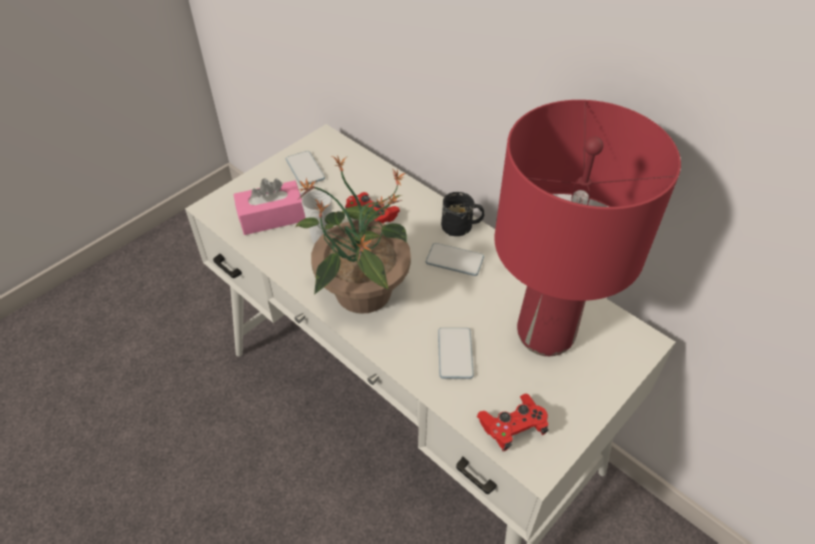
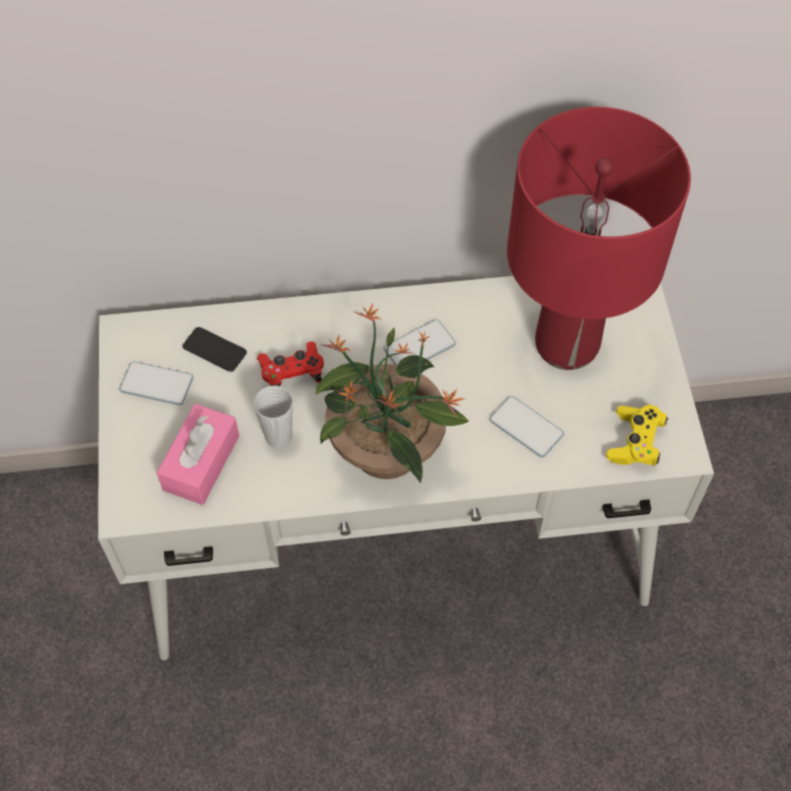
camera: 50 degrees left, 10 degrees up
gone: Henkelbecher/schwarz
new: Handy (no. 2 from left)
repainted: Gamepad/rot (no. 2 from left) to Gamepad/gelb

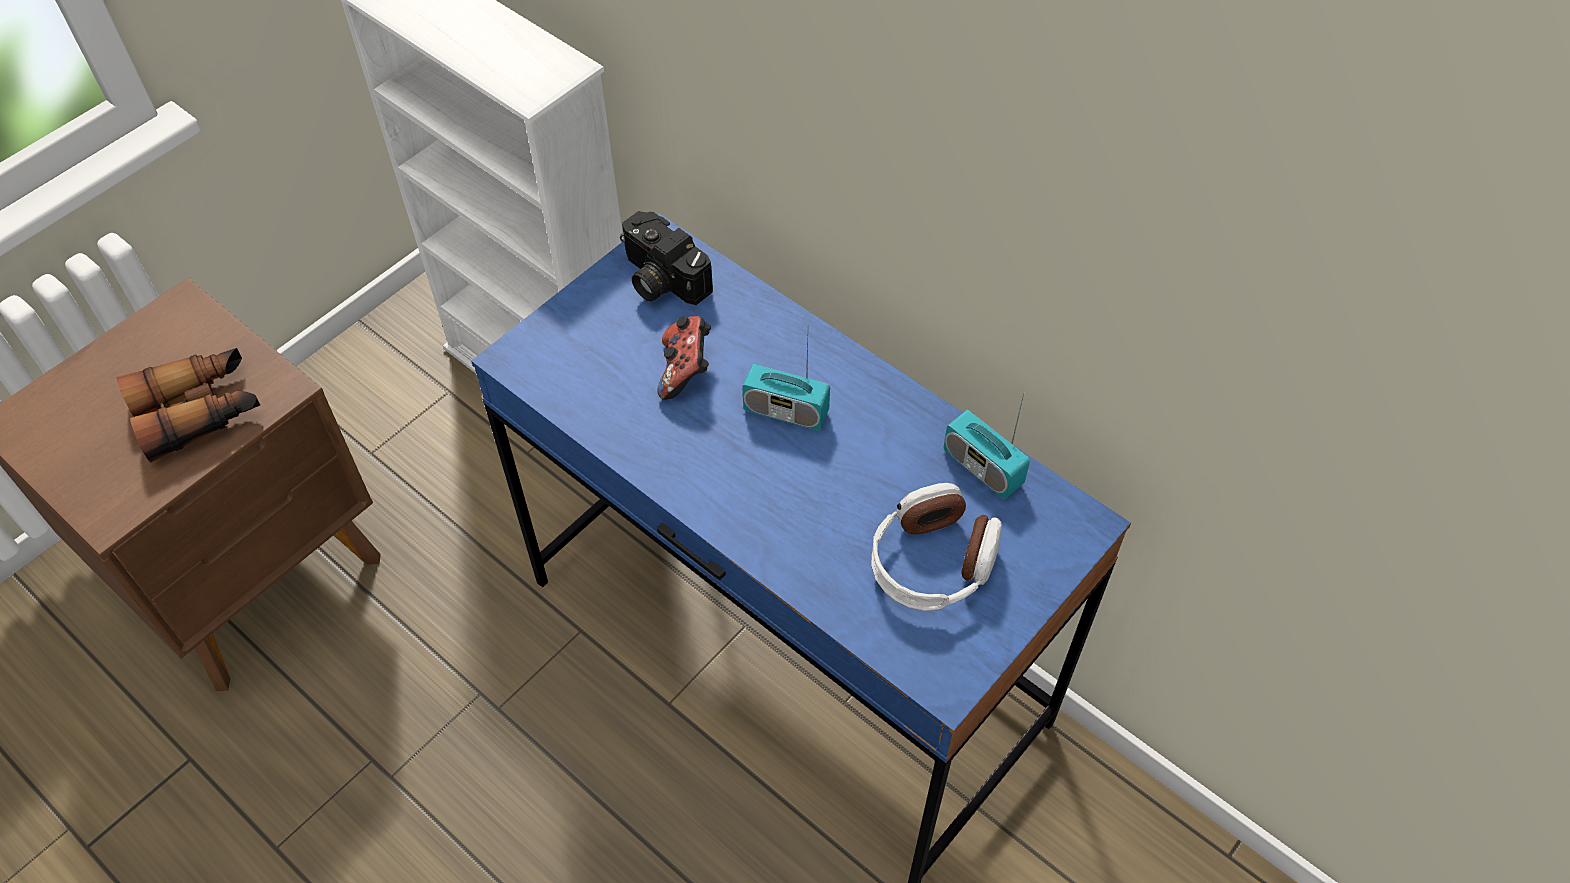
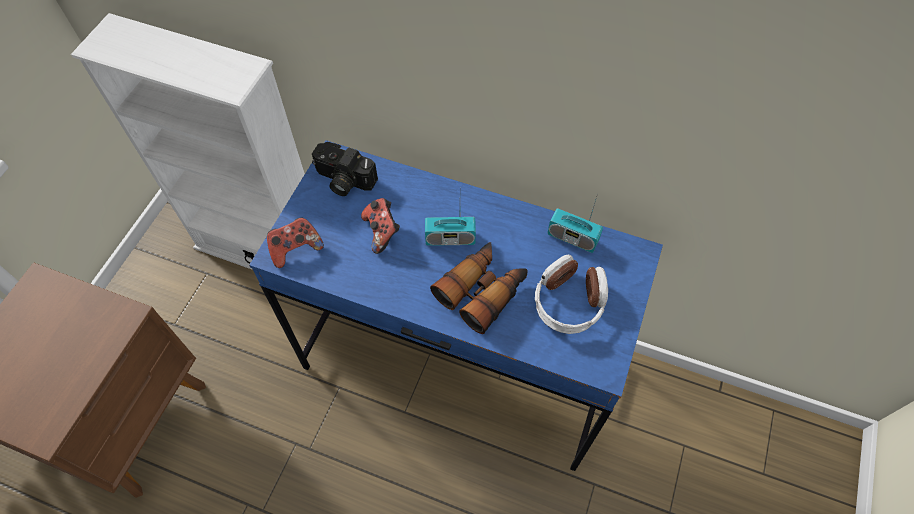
camera: 20 degrees left, 5 degrees up
new: Gamepad (no. 1 from left)
shifted: Fernglas

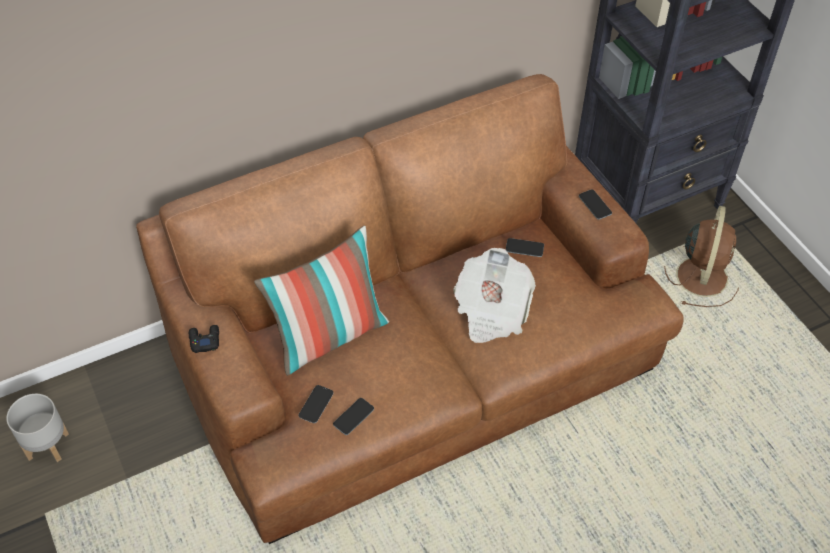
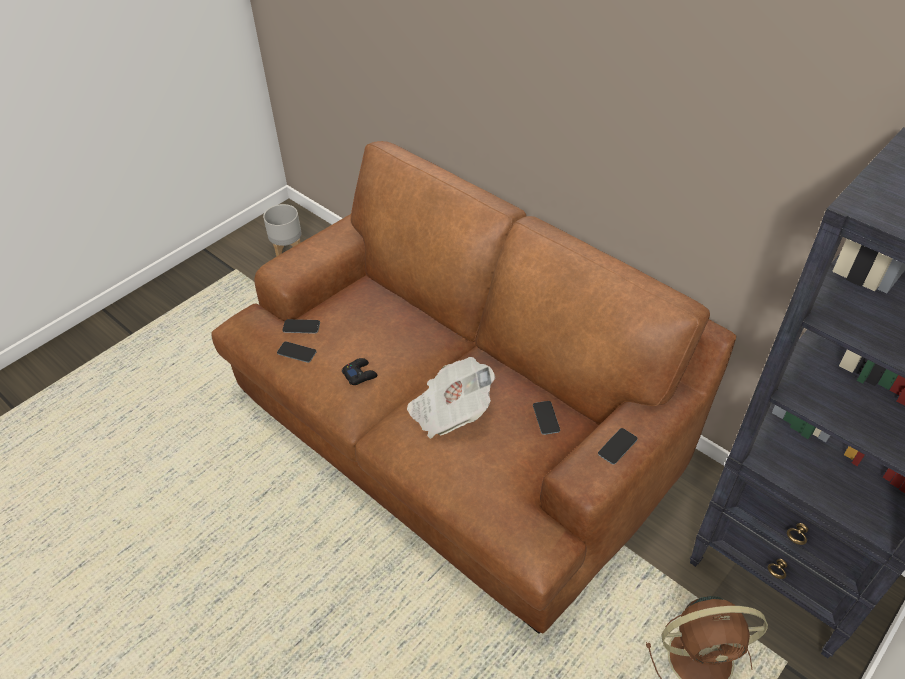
camera: 70 degrees right, 5 degrees down
gone: Kissen
shifted: Gamepad/schwarz

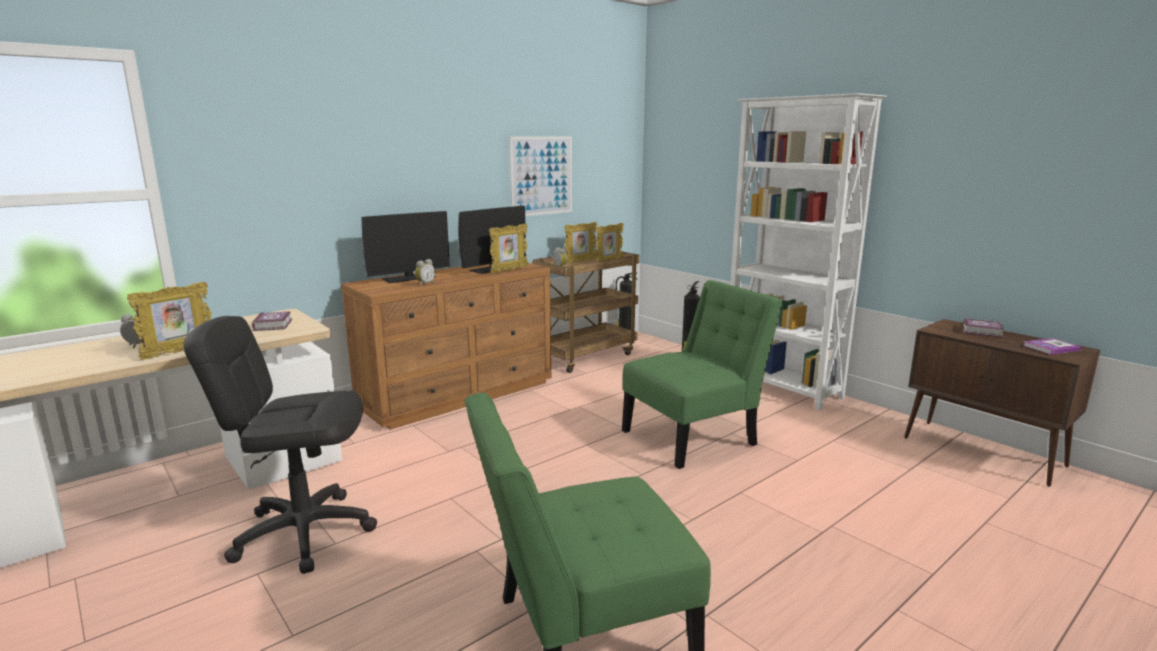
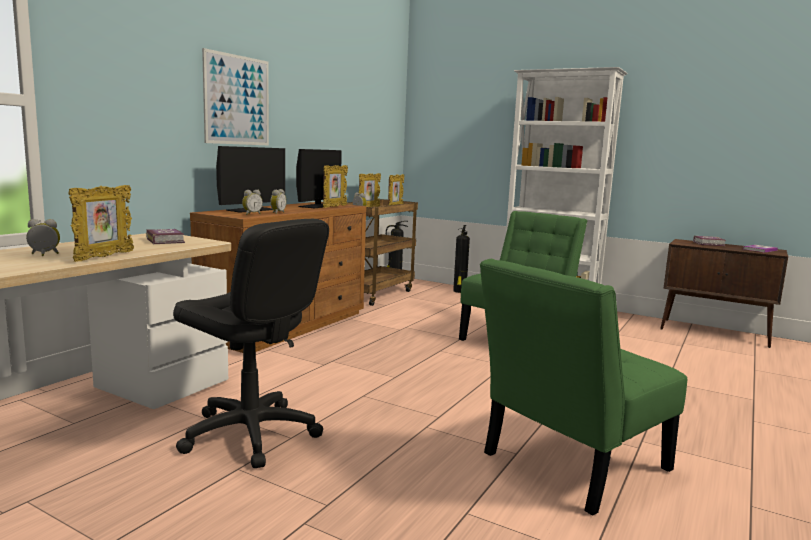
camera: 20 degrees left, 5 degrees down
new: Wecker (no. 2 from left)
shifted: Bild
rotated: Bürostuhl/schwarz 120 degrees counterclockwise

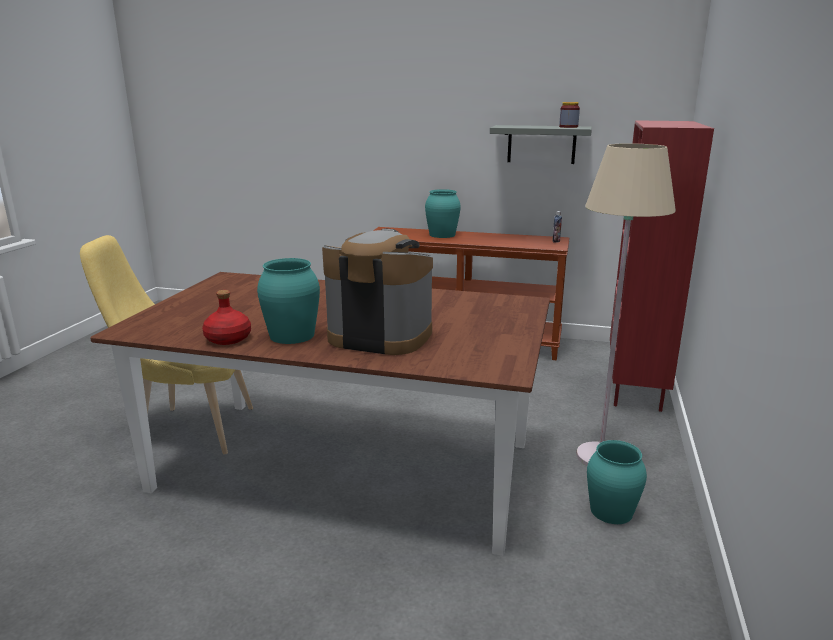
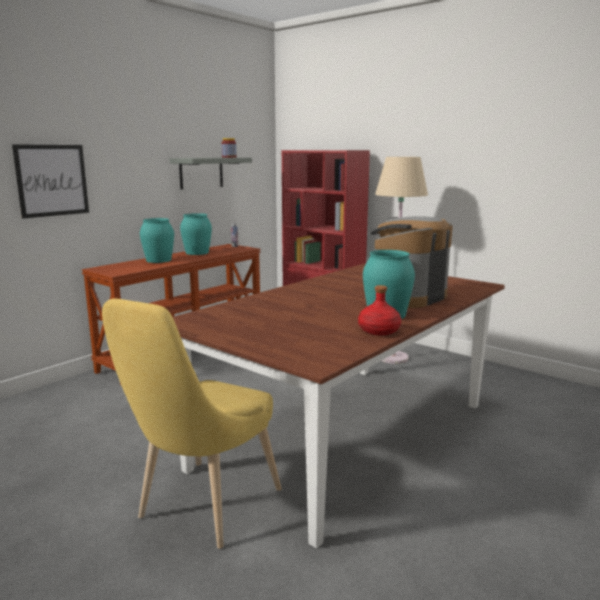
camera: 65 degrees left, 5 degrees down
new: Bild
shifted: Vase/türkis (no. 3 from left in the first image) to Vase/türkis (no. 2 from left)

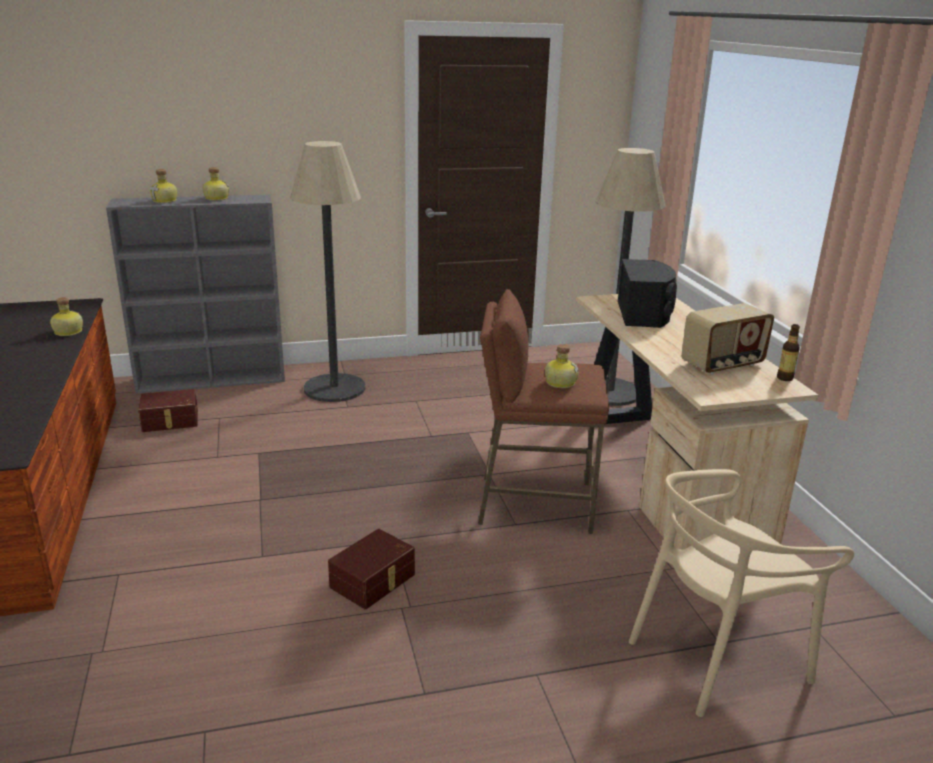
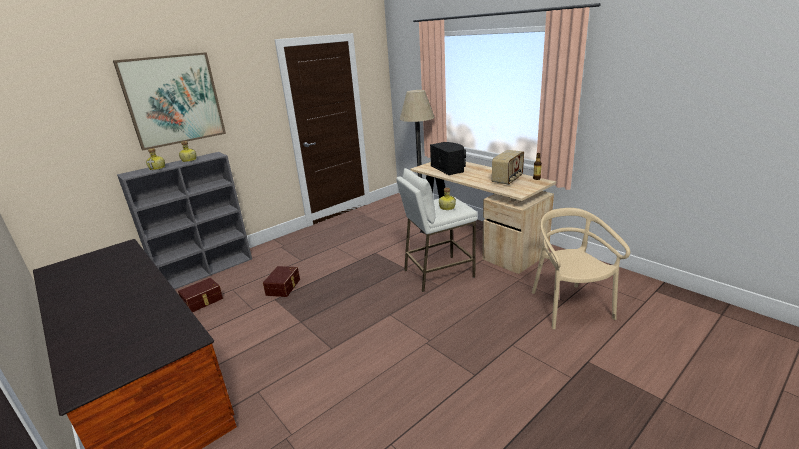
camera: 25 degrees left, 0 degrees up
gone: Flasche (no. 1 from left); Stehlampe (no. 1 from left)
new: Bild
shifted: Aufbewahrungsbox/braun (no. 2 from left)
repainted: Hocker/braun to Hocker/weiß
rotated: Stuhl/beige 135 degrees clockwise

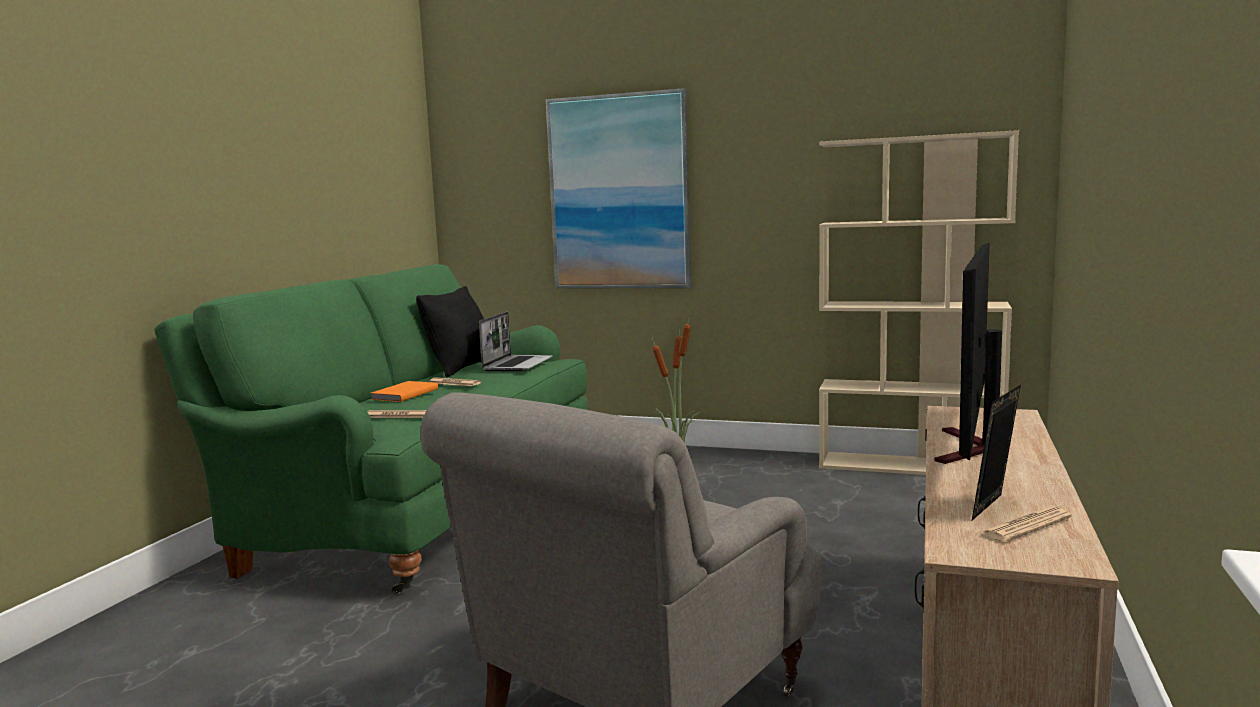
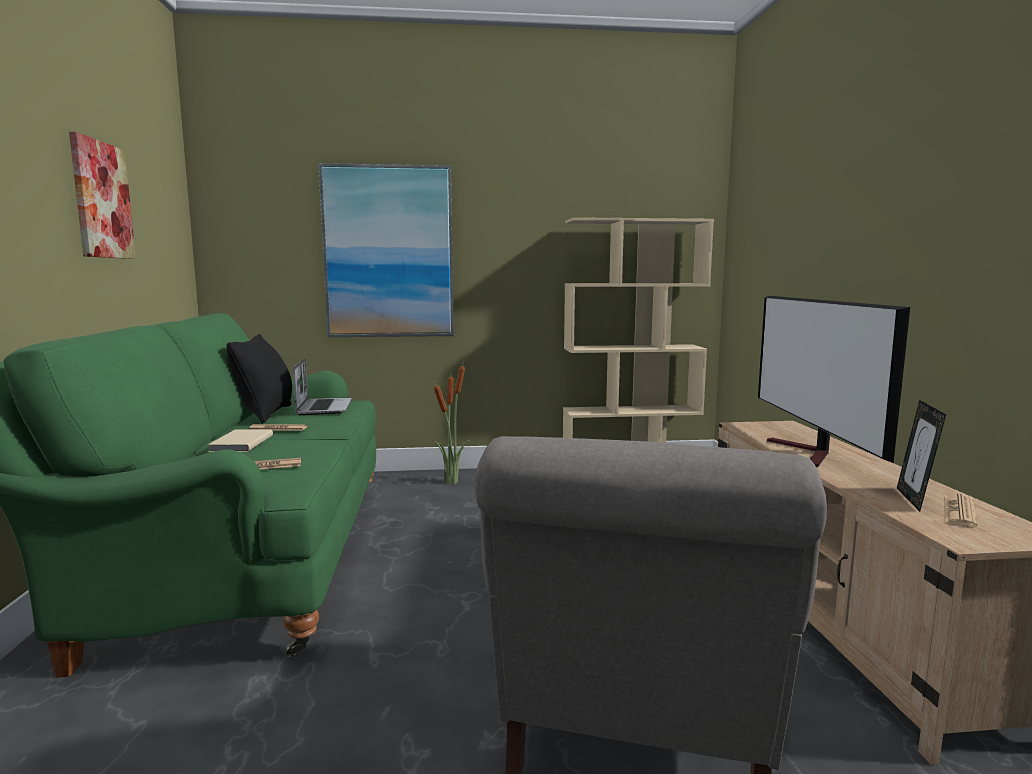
camera: 25 degrees left, 0 degrees up
new: Bild (no. 1 from left)
repainted: Buch/orange to Buch/beige

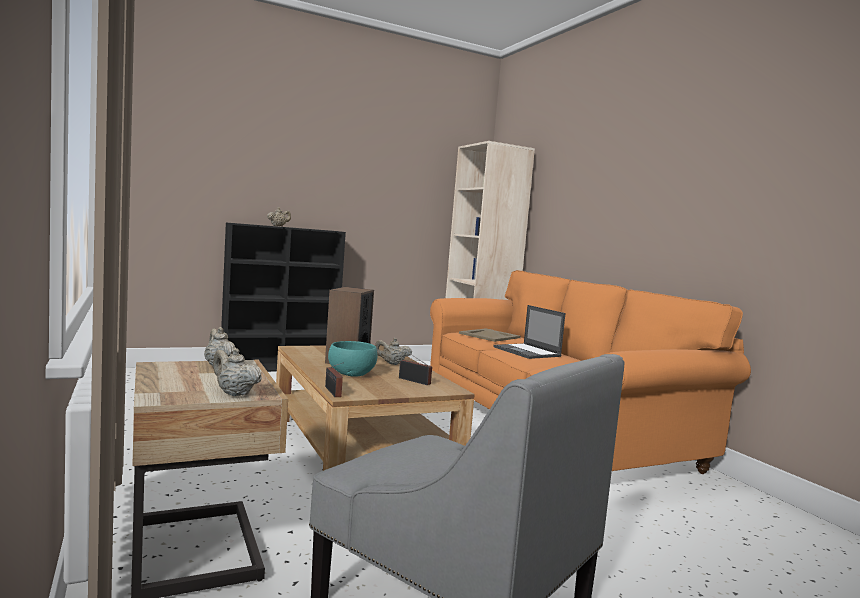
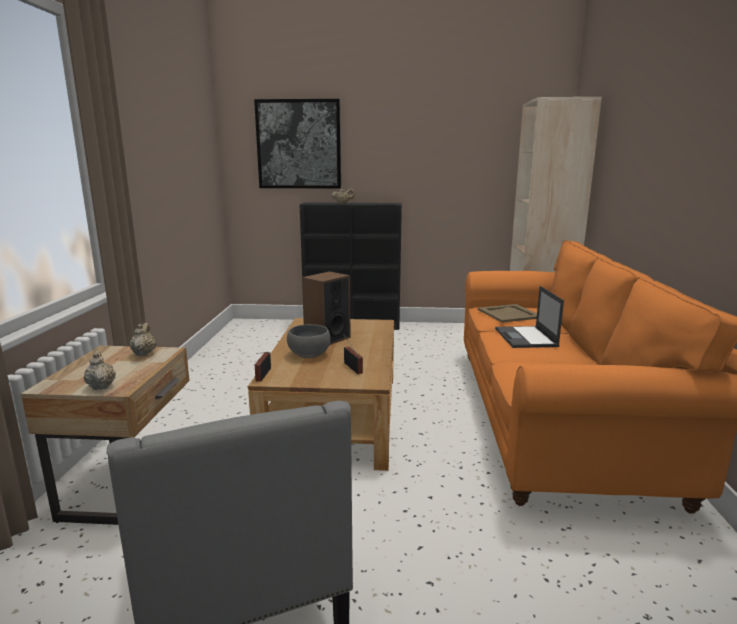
camera: 30 degrees right, 10 degrees up
gone: Teekanne/beige (no. 4 from left)
new: Bild
repainted: Schüssel/türkis to Schüssel/grau

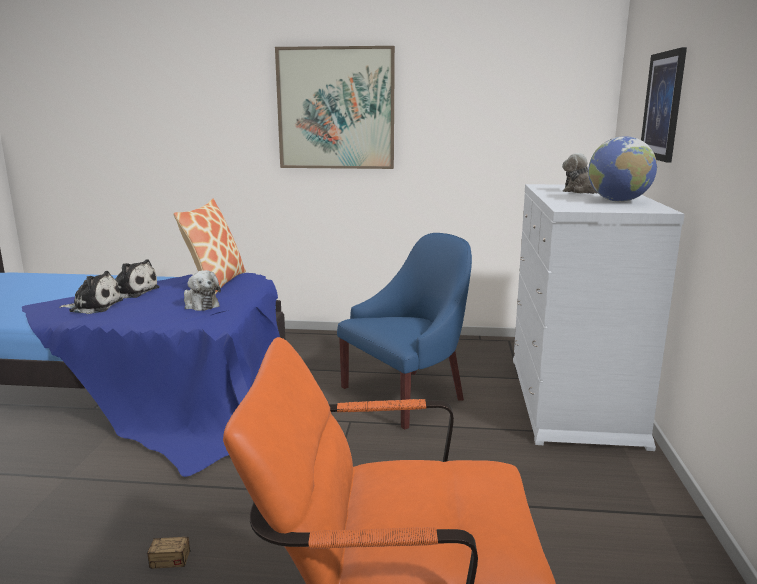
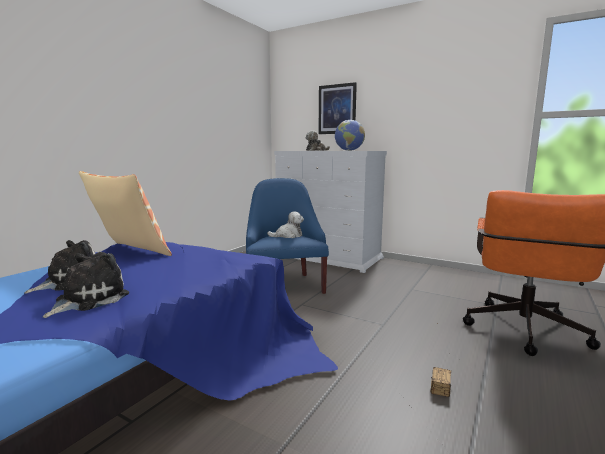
camera: 65 degrees left, 5 degrees down
gone: Bild (no. 1 from left)
shifted: Plüschtier (no. 3 from left)

